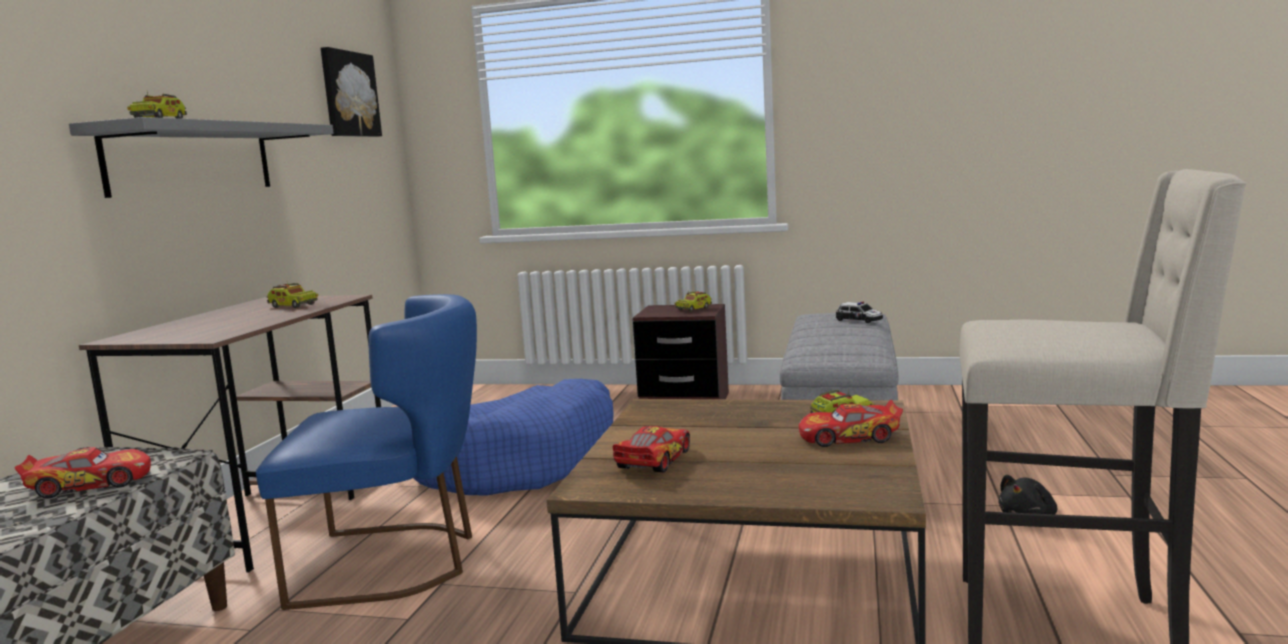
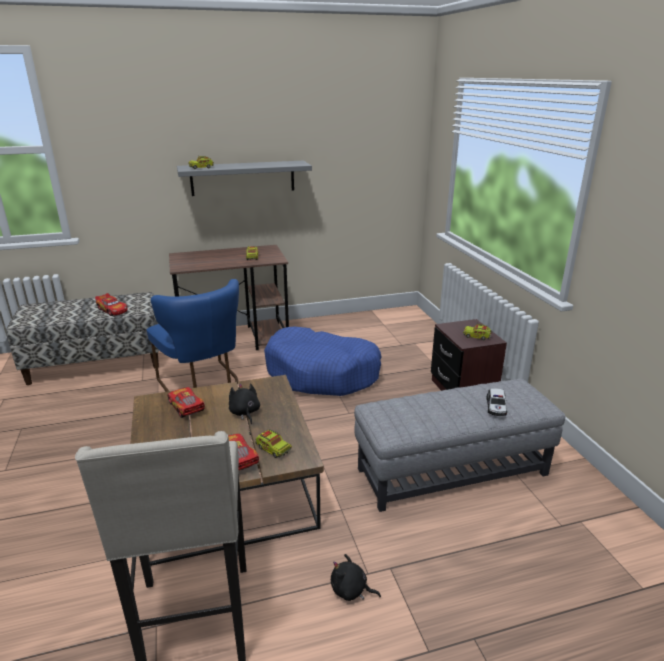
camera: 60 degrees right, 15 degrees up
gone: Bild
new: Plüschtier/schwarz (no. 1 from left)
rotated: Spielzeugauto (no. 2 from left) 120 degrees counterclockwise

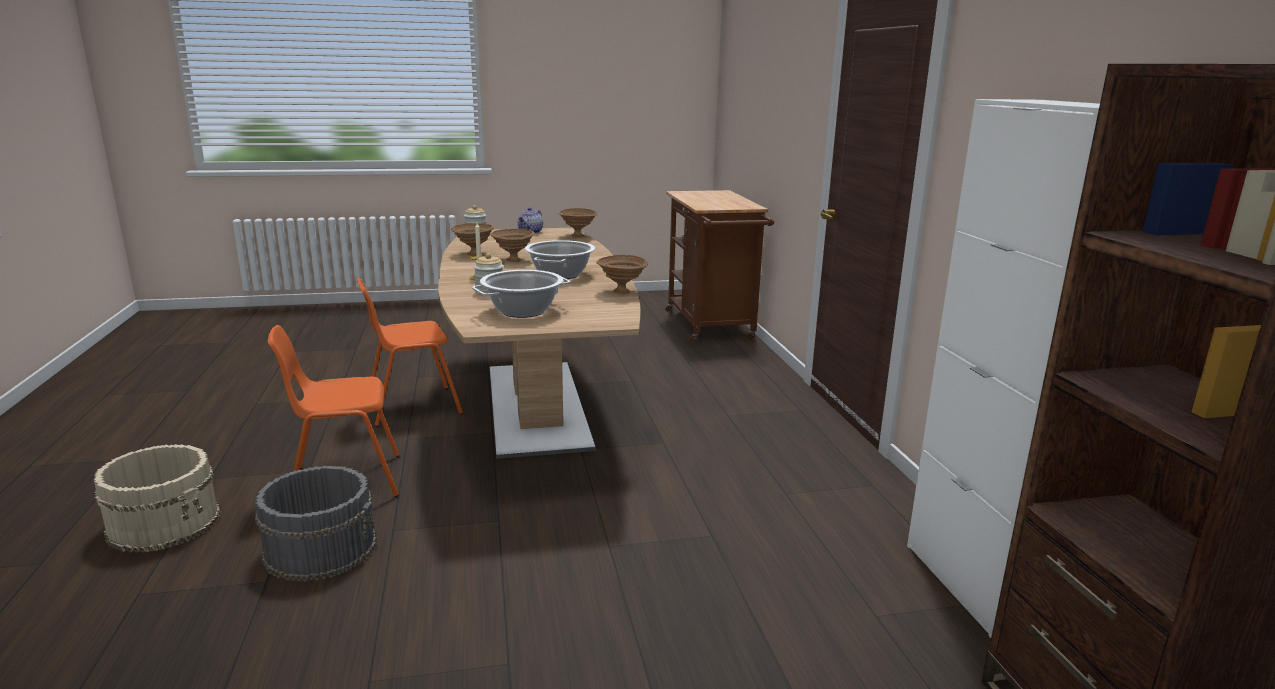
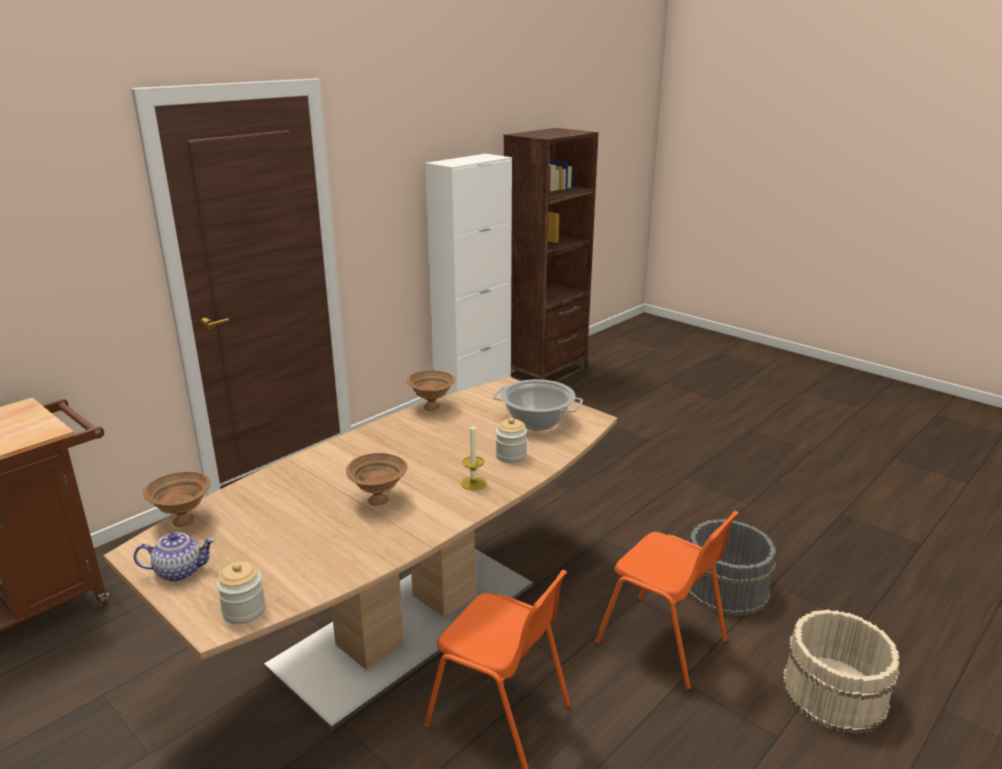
camera: 125 degrees left, 5 degrees up
gone: Schüssel/braun (no. 1 from left); Kochtopf (no. 2 from left)

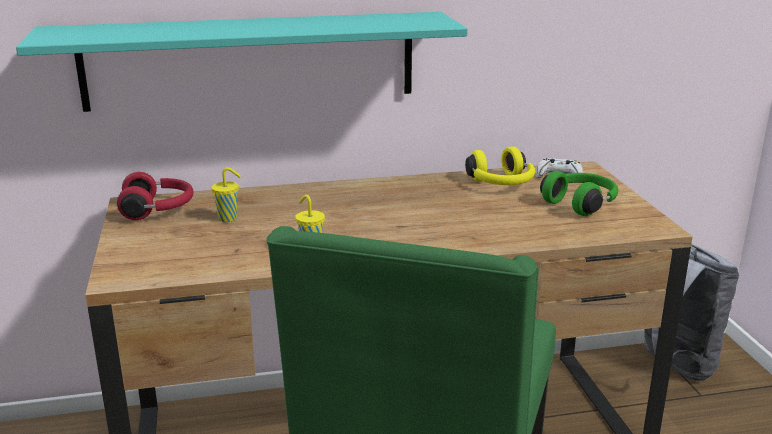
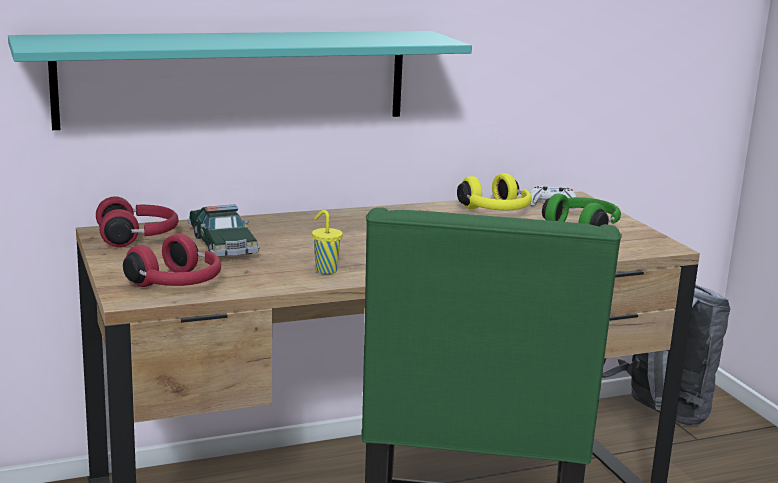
camera: 10 degrees left, 5 degrees down
new: Kopfhörer/rot (no. 2 from left)
swapped: Tasse/gelb (no. 1 from left) to Spielzeugauto

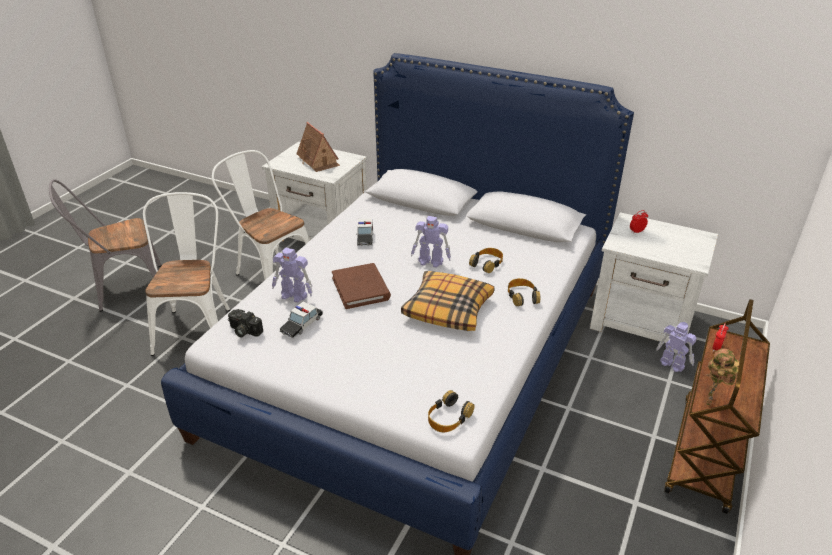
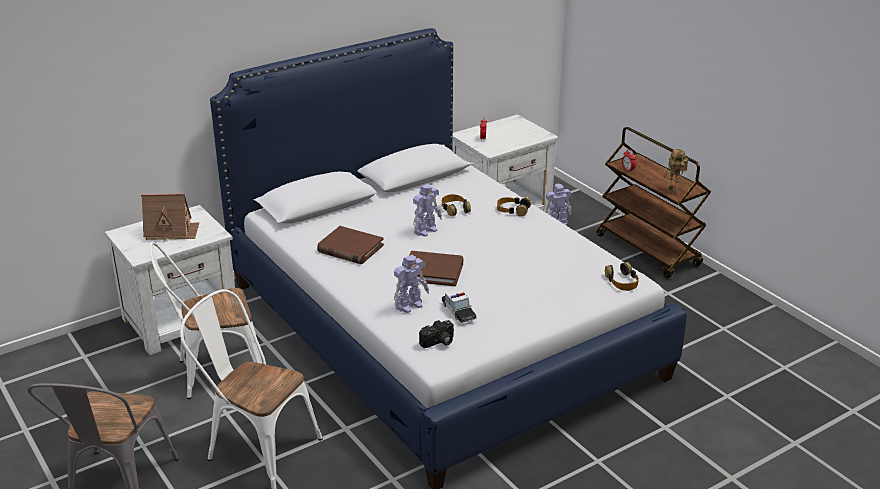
camera: 60 degrees left, 5 degrees down
gone: Kissen
swapped: Spielzeugauto (no. 2 from left) to Buch/braun (no. 1 from left)

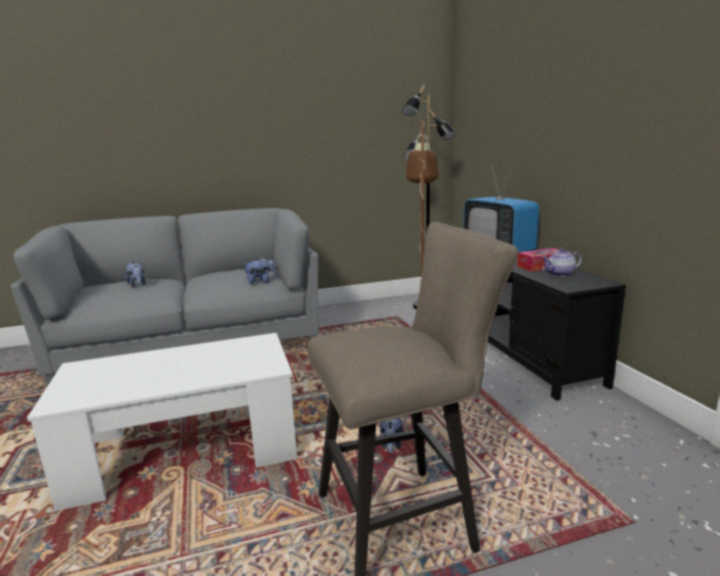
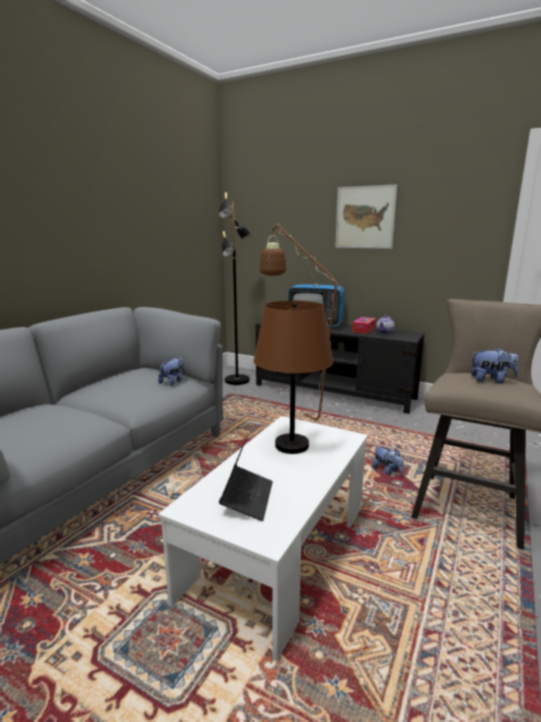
camera: 45 degrees left, 0 degrees up
new: Laptop; Tischlampe/braun; Bild
shifted: Plüschtier (no. 1 from left in the first image) to Plüschtier (no. 3 from left)

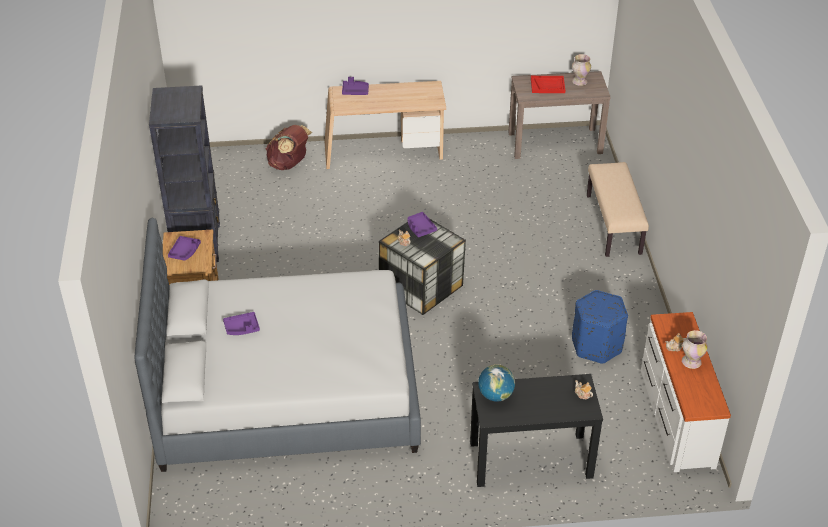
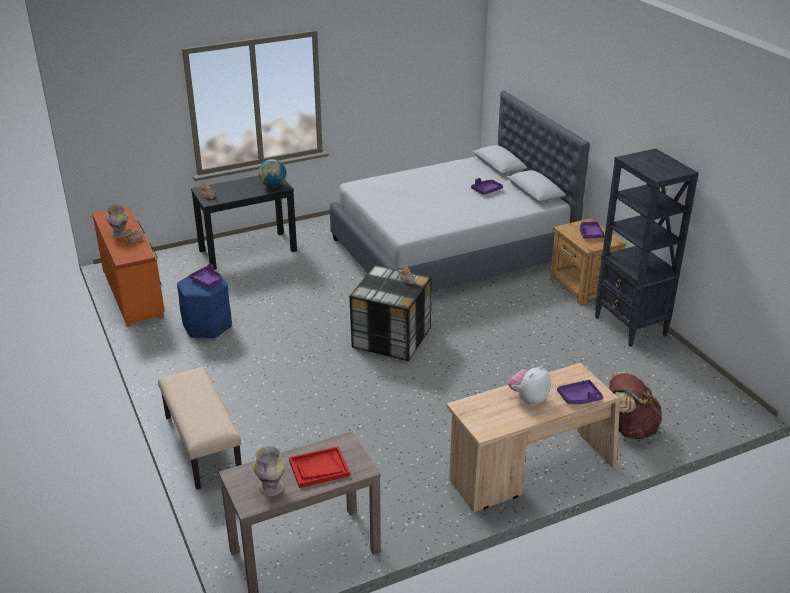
camera: 160 degrees right, 10 degrees down
new: Plüschtier
shifted: Tablett/lila (no. 4 from left in the first image) to Tablett/lila (no. 1 from left)
repainted: Kommode/weiß to Kommode/orange

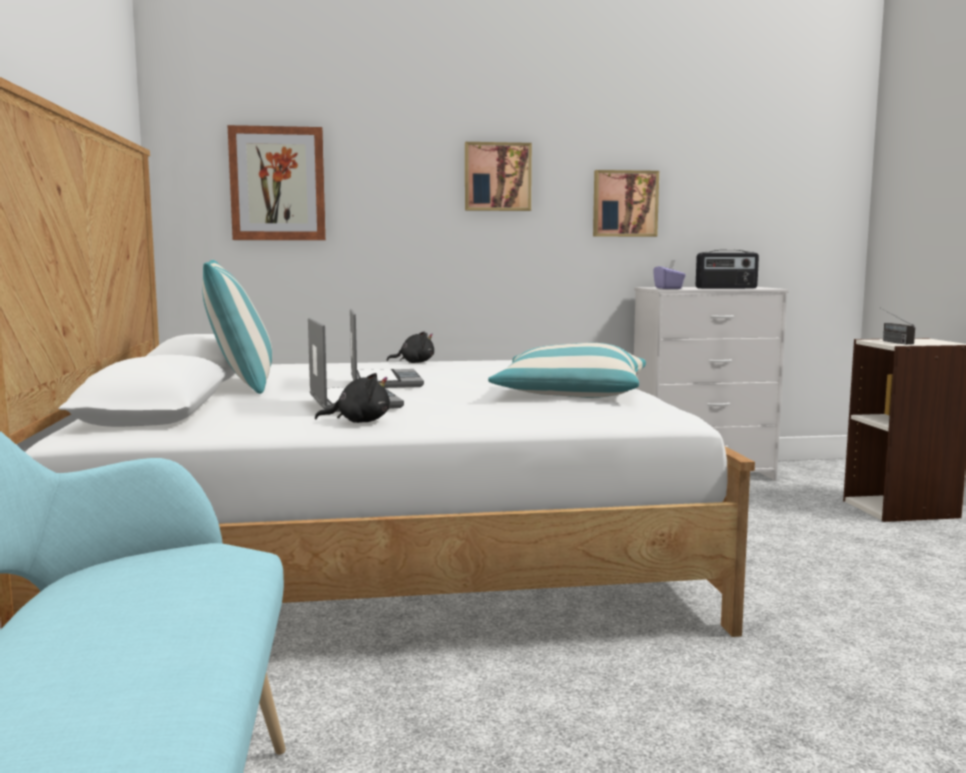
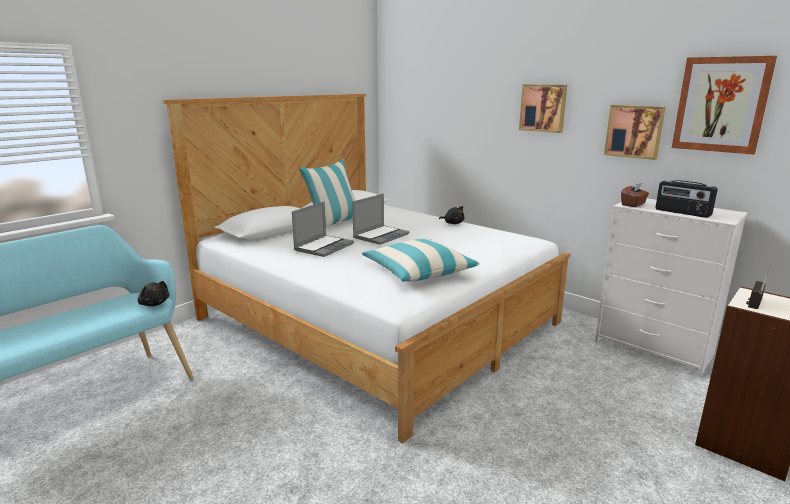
camera: 50 degrees right, 10 degrees up
shifted: Bild (no. 1 from left in the first image) to Bild (no. 3 from left); Plüschtier/schwarz (no. 1 from left)
repainted: Taschentuchbox/lila to Taschentuchbox/braun

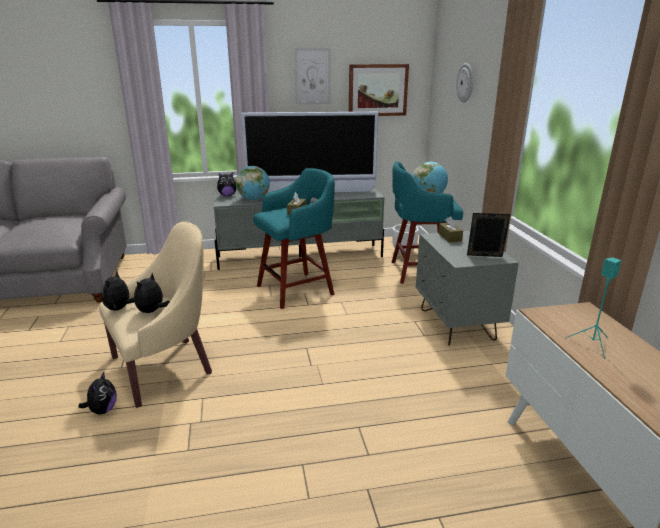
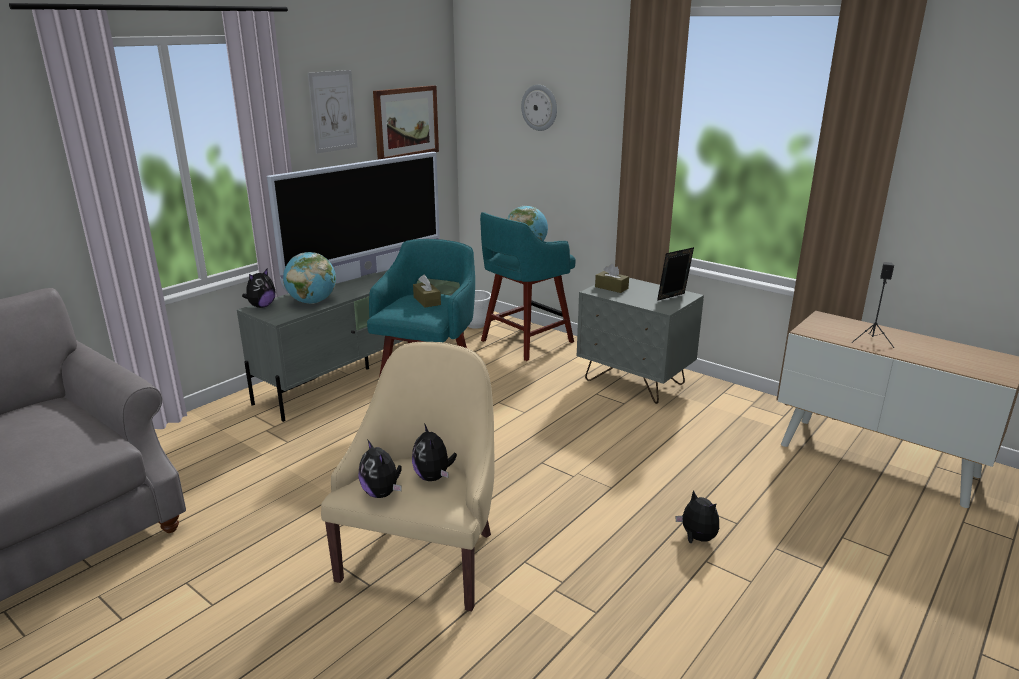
camera: 40 degrees left, 0 degrees up
shifted: Plüschtier (no. 1 from left in the first image) to Plüschtier (no. 4 from left)
repainted: Lautsprecher/türkis to Lautsprecher/schwarz

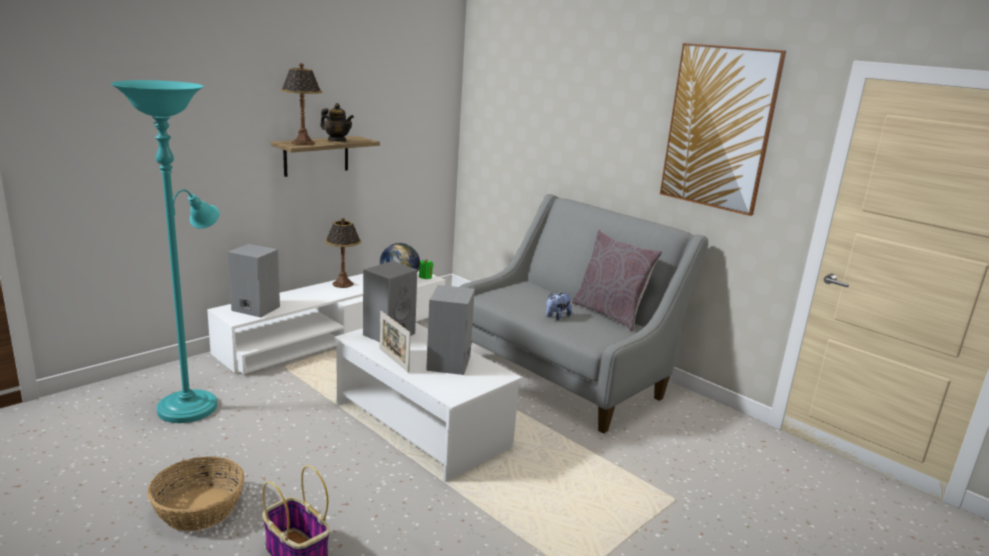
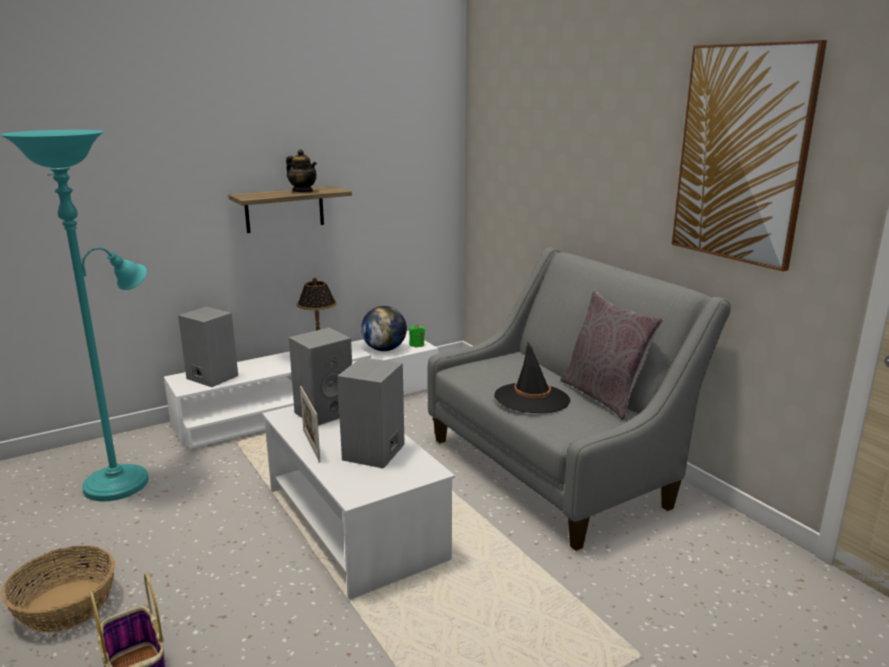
camera: 15 degrees right, 0 degrees up
gone: Tischlampe (no. 1 from left)
swapped: Plüschtier to Hut/schwarz

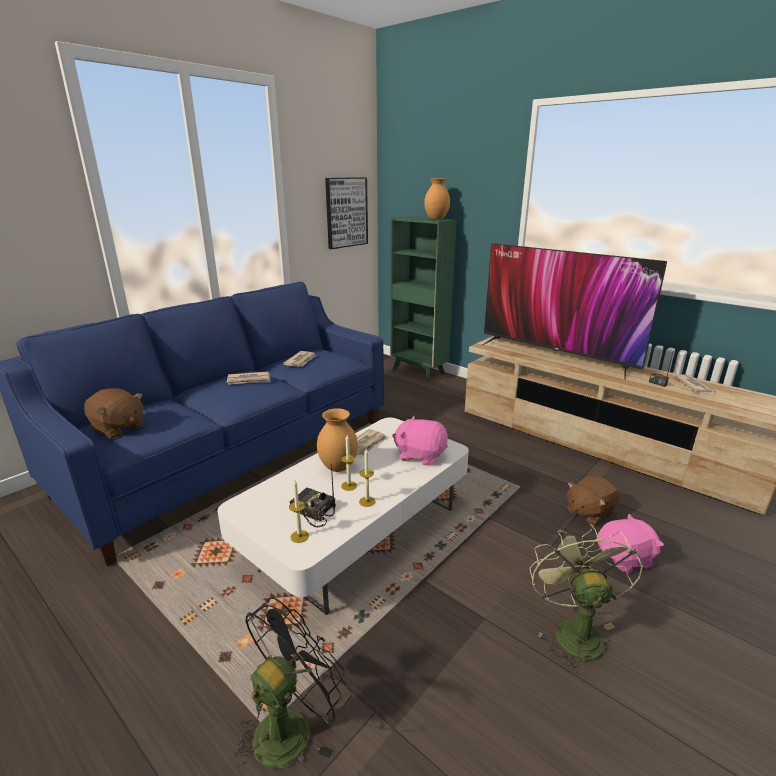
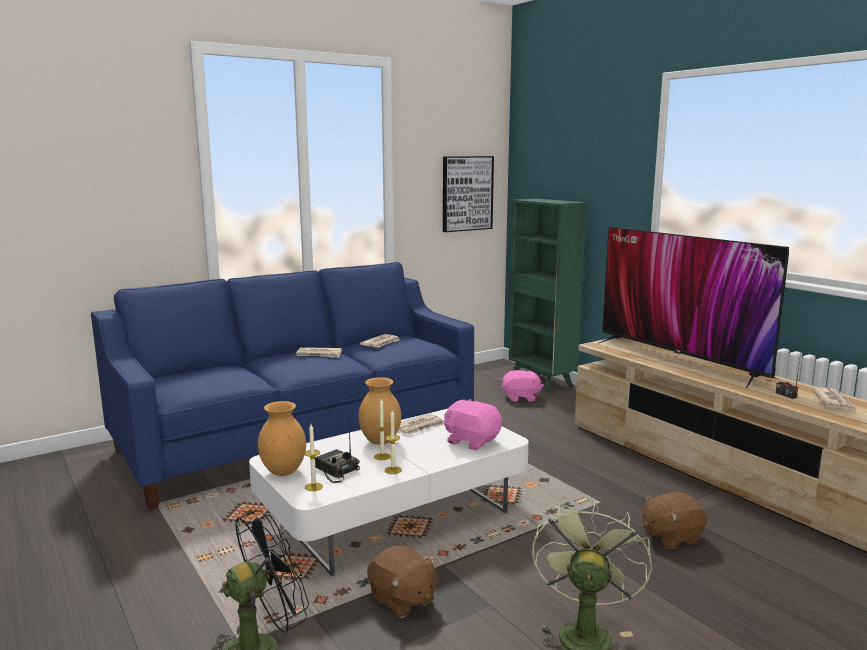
camera: 15 degrees right, 10 degrees down
shifted: Plüschtier/braun (no. 1 from left); Vase/braun (no. 2 from left in the first image) to Vase/braun (no. 1 from left); Plüschtier/rosa (no. 2 from left)

